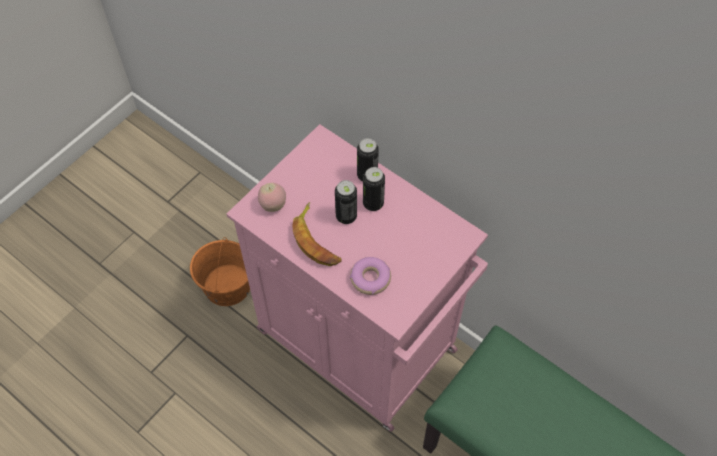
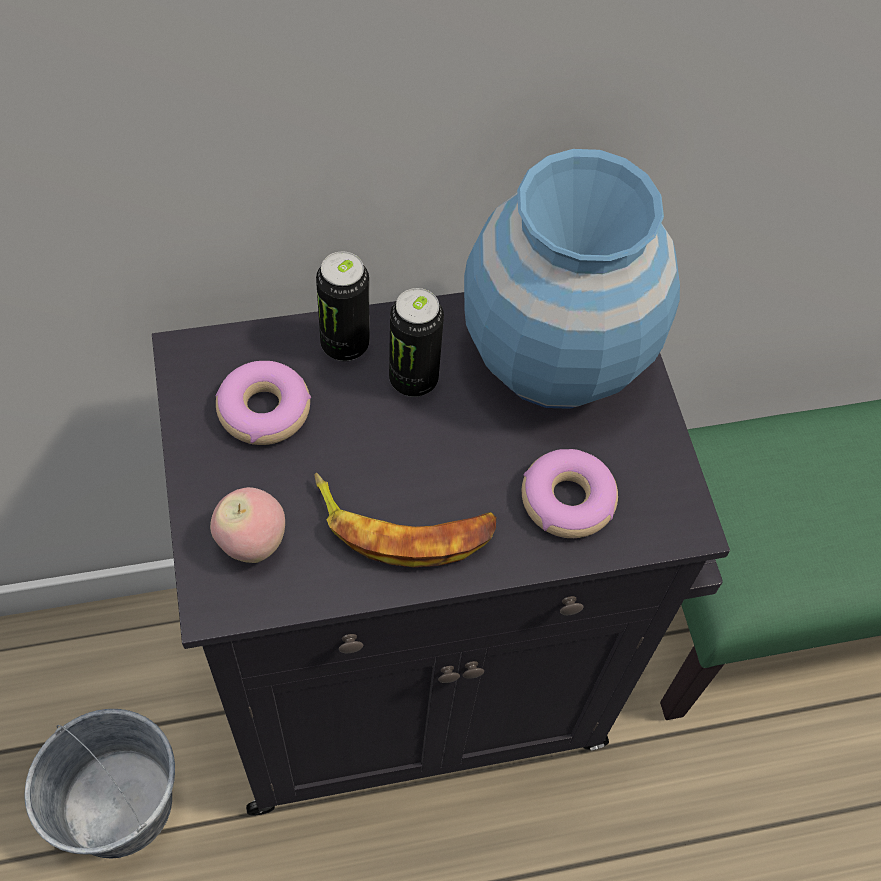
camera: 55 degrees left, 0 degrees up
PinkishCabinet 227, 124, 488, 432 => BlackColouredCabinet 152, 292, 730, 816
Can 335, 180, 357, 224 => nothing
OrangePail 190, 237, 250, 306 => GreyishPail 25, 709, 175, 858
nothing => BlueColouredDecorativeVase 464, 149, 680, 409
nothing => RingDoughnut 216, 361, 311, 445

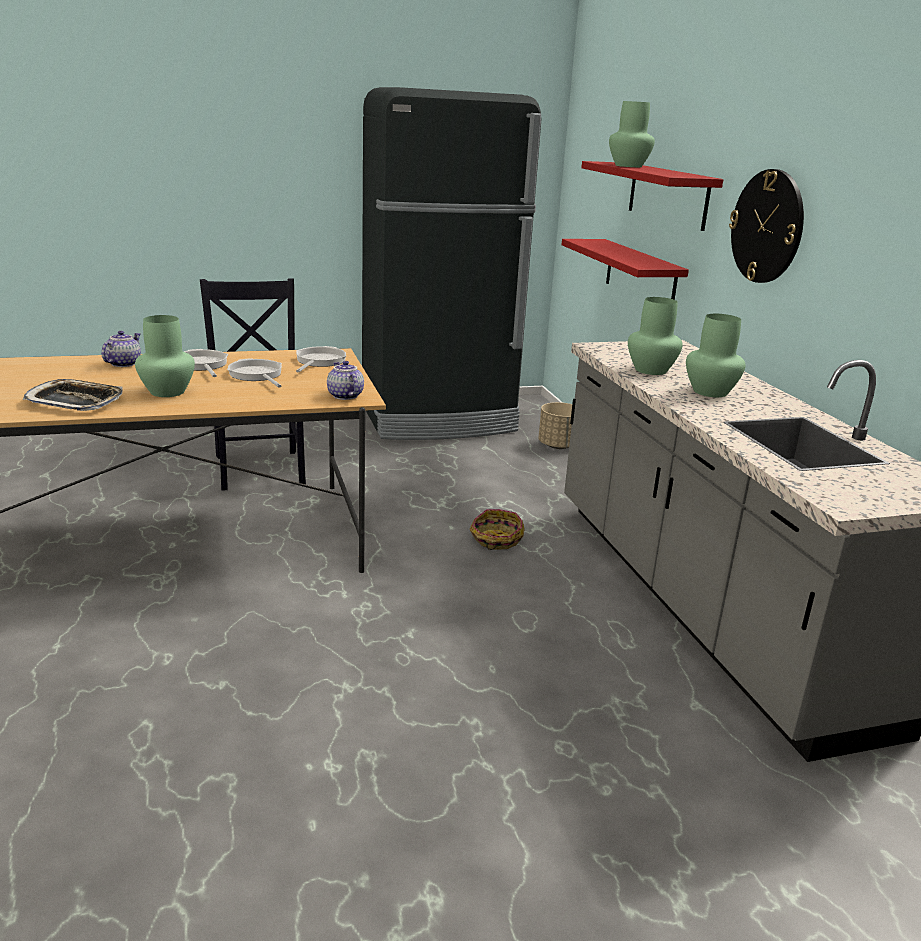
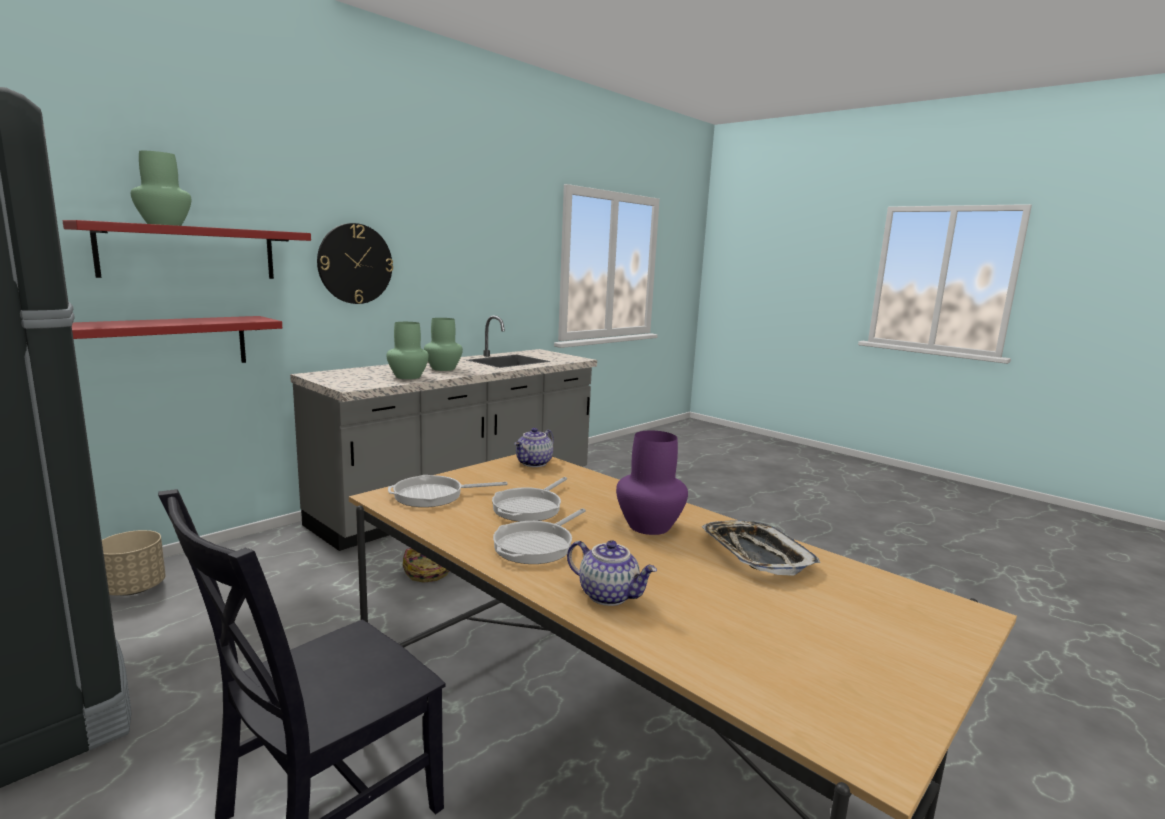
camera: 120 degrees left, 10 degrees down
GreenishDecorativeVase 135, 315, 195, 397 => PurpleDecorativeVase 616, 430, 688, 535
PotForTea 101, 331, 141, 367 => PotForTea 567, 540, 657, 606, 135 degrees counterclockwise

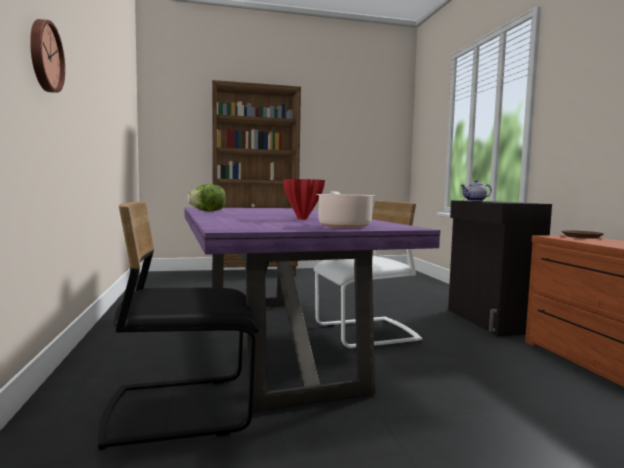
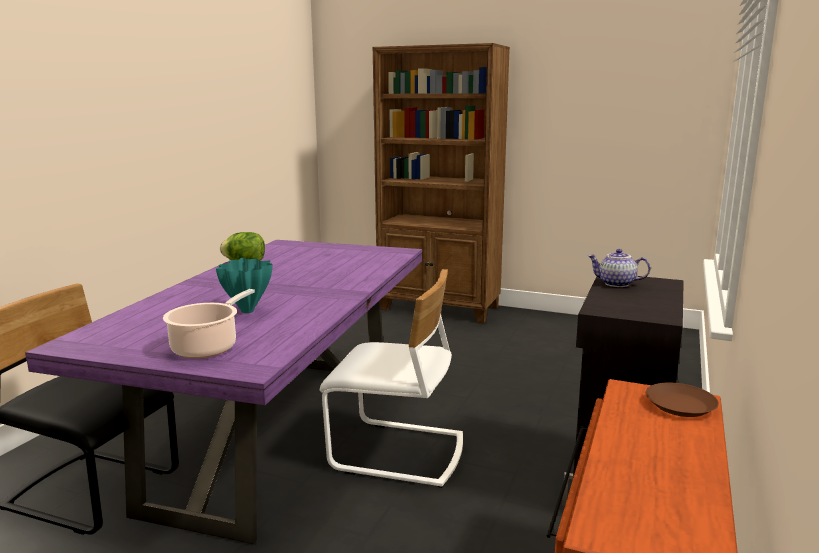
camera: 35 degrees right, 10 degrees up
ClockOnTheWall 30, 19, 65, 93 => nothing
ReddishDecorativeVase 283, 179, 325, 220 => BlueGreenDecorativeVase 216, 258, 273, 313

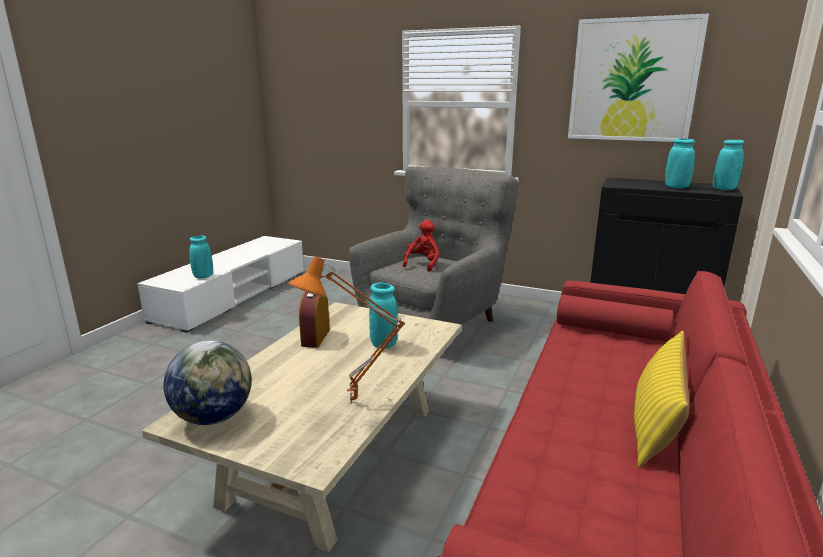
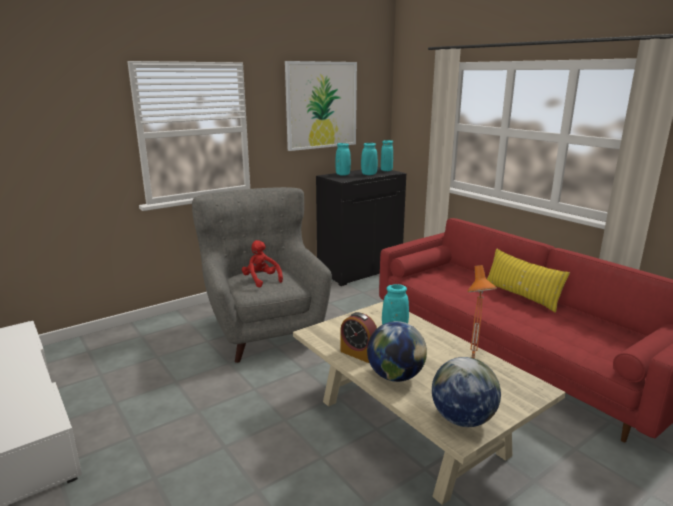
camera: 60 degrees left, 0 degrees up
BlueGreenDecorativeVase 189, 235, 213, 279 => BlueGreenDecorativeVase 335, 143, 351, 176, shifted
nothing => Globe 367, 321, 427, 382

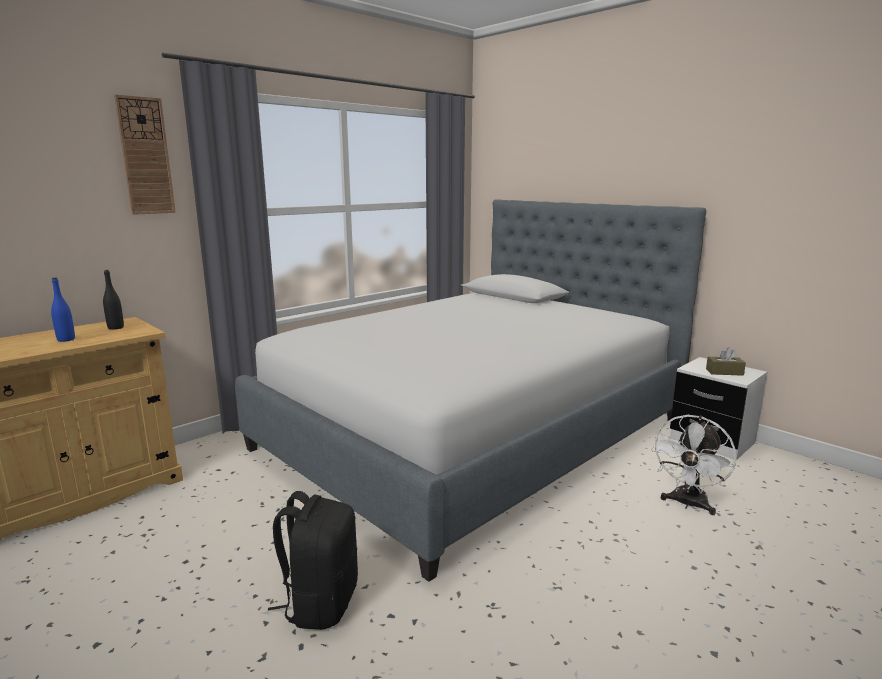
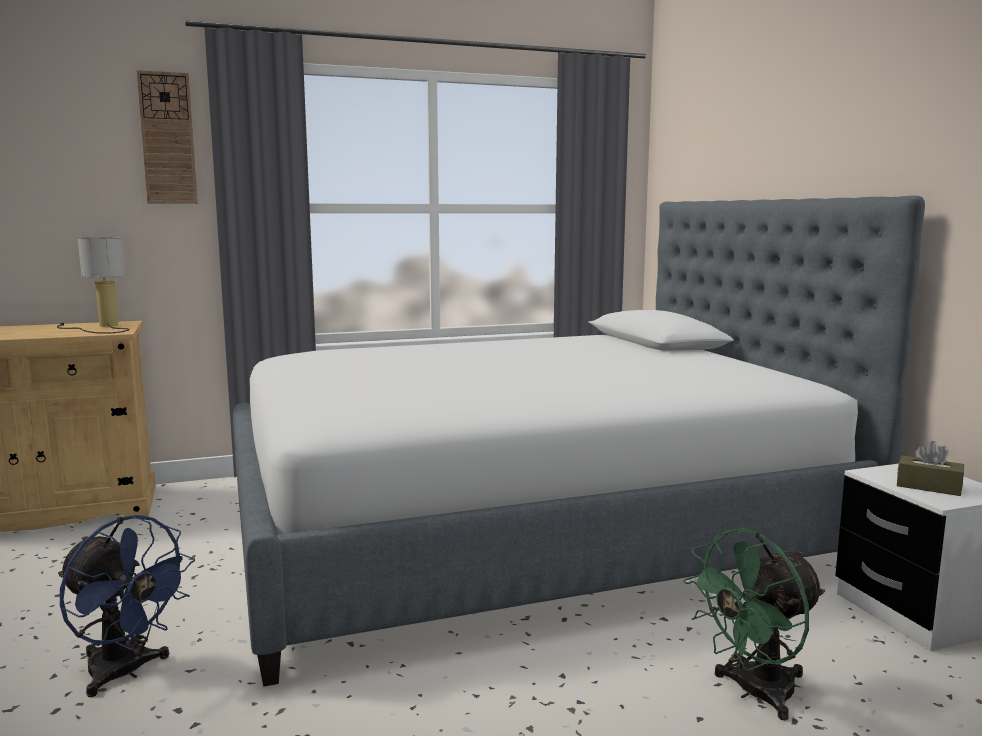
camera: 25 degrees right, 5 degrees down
BlackColouredBeverageBottle 103, 270, 124, 330 => LampForATable 57, 237, 130, 334
BlueColouredBeverageBottle 51, 277, 75, 342 => nothing
WhiteColouredFan 651, 415, 736, 515 => GreenishFan 684, 528, 825, 721
BlackColouredRucksack 268, 491, 358, 630 => BlueColouredFan 58, 515, 195, 697

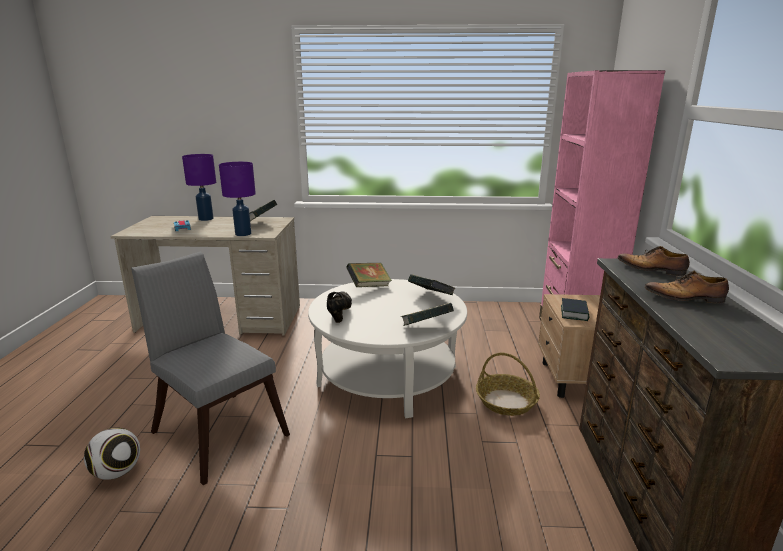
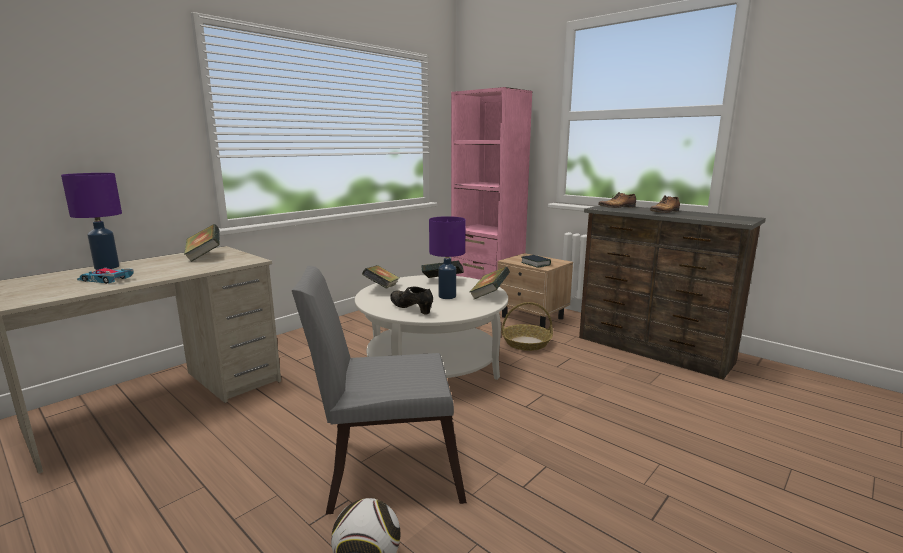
camera: 50 degrees left, 5 degrees down
PurpleLampForATable 219, 162, 256, 236 => PurpleLampForATable 429, 216, 466, 299, shifted

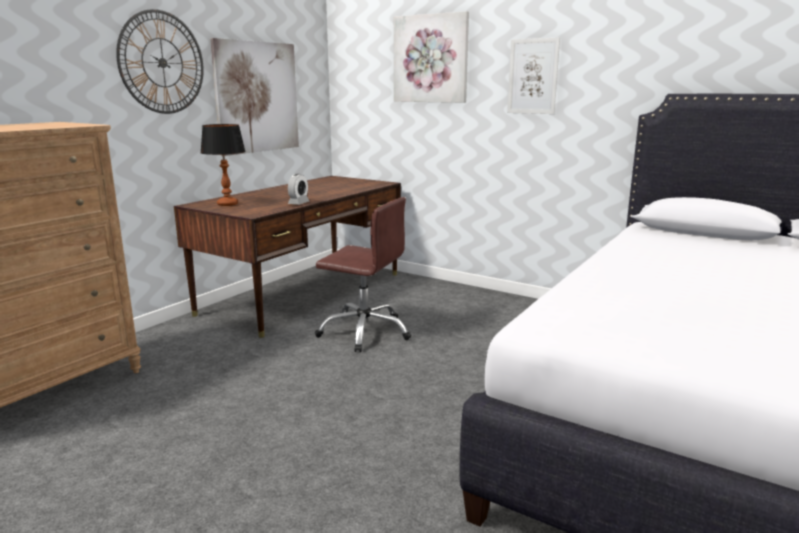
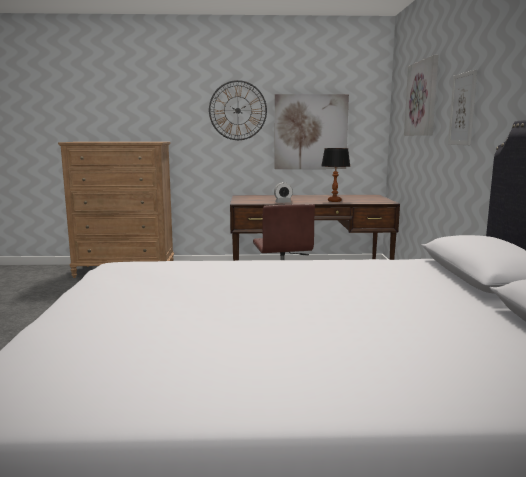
camera: 55 degrees right, 5 degrees down
LampForATable 200, 124, 246, 206 => LampForATable 321, 148, 350, 202, shifted

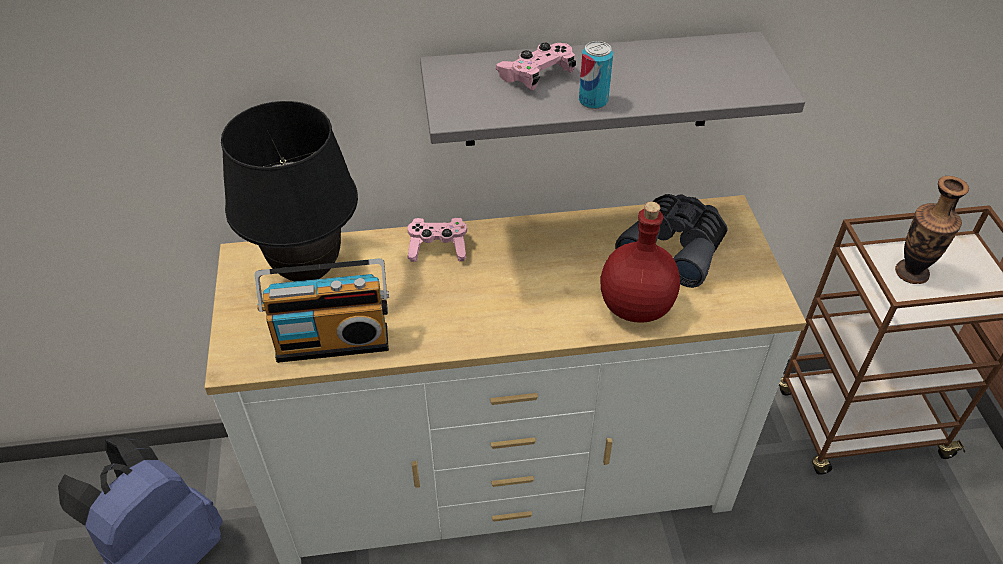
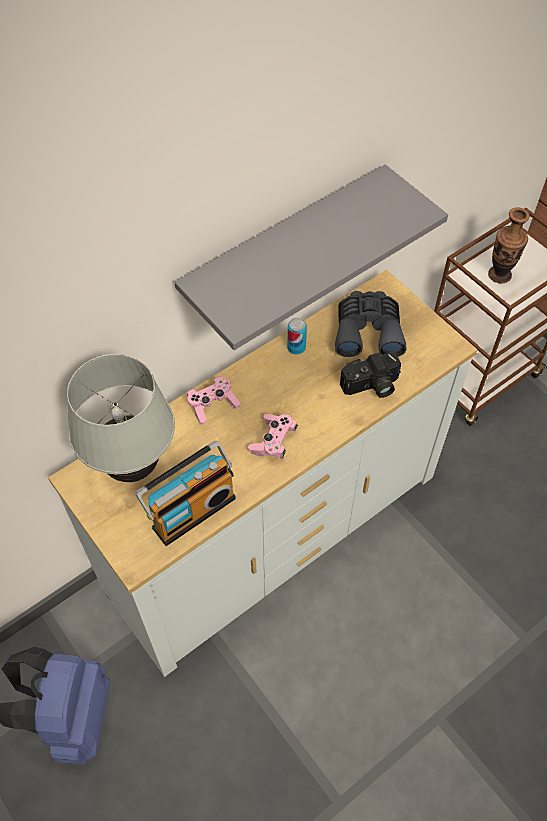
camera: 30 degrees left, 10 degrees up
Can 579, 41, 613, 109 => Can 287, 318, 307, 355, shifted
PinkishJoypad 496, 42, 576, 91 => PinkishJoypad 248, 414, 298, 459, shifted
BlackColouredLampForATable 221, 101, 358, 282 => WhiteColouredLampForATable 67, 354, 175, 482
ReddishBeverageBottle 601, 202, 680, 323 => PhotoCamera 340, 353, 401, 398

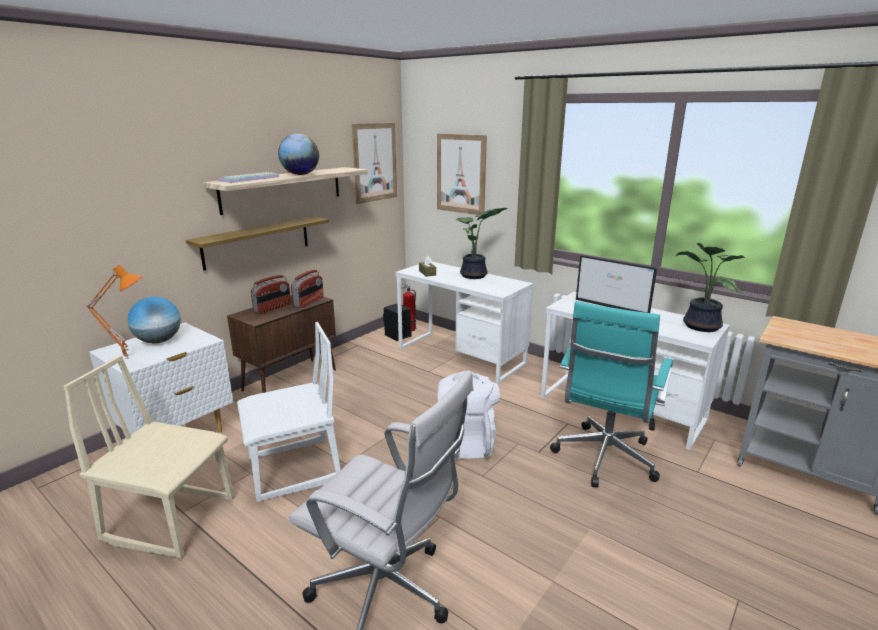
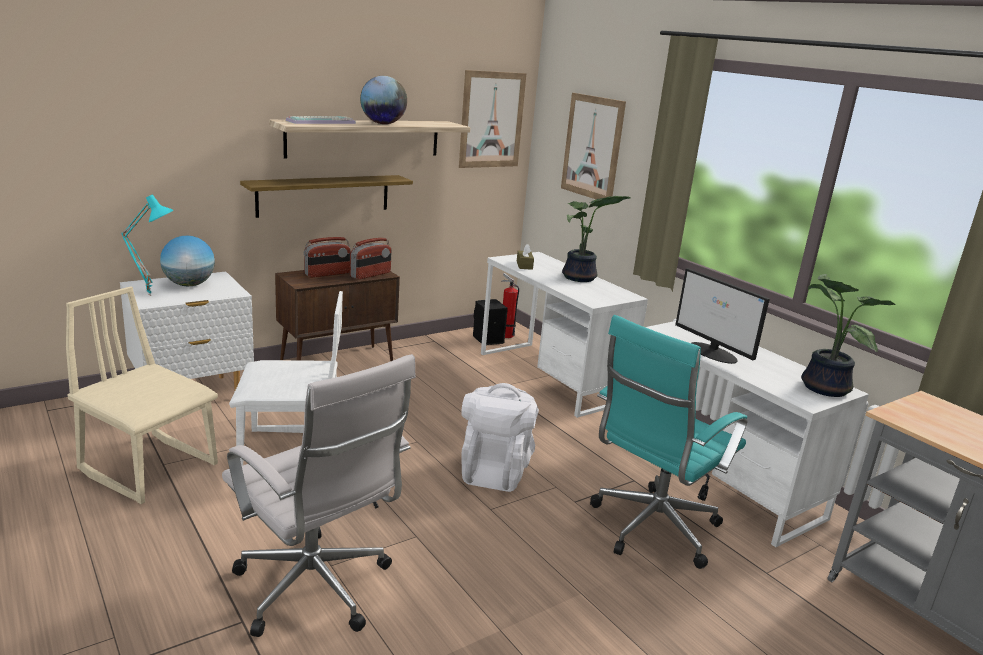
camera: 15 degrees right, 0 degrees up
OrangeLampForATable 86, 265, 142, 359 => BlueGreenLampForATable 121, 194, 174, 296

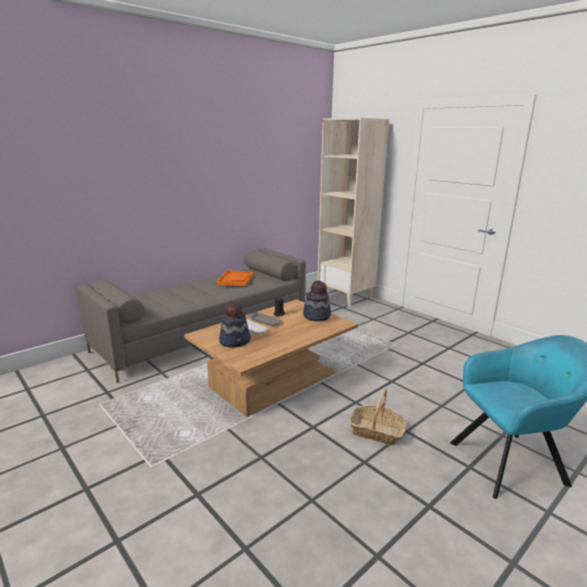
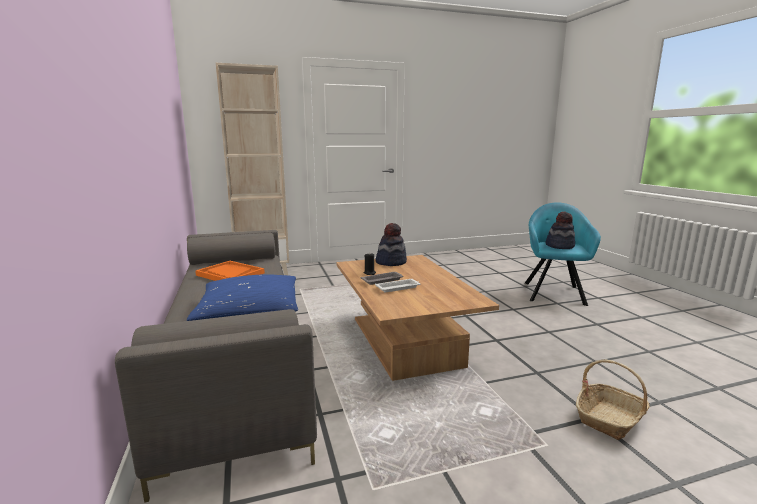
camera: 65 degrees left, 5 degrees down
WearableHat 219, 301, 251, 348 => WearableHat 546, 211, 575, 249, shifted
HouseholdBasket 349, 388, 406, 445 => HouseholdBasket 576, 359, 650, 440, shifted
nothing => BlueColouredPillow 187, 274, 298, 321

